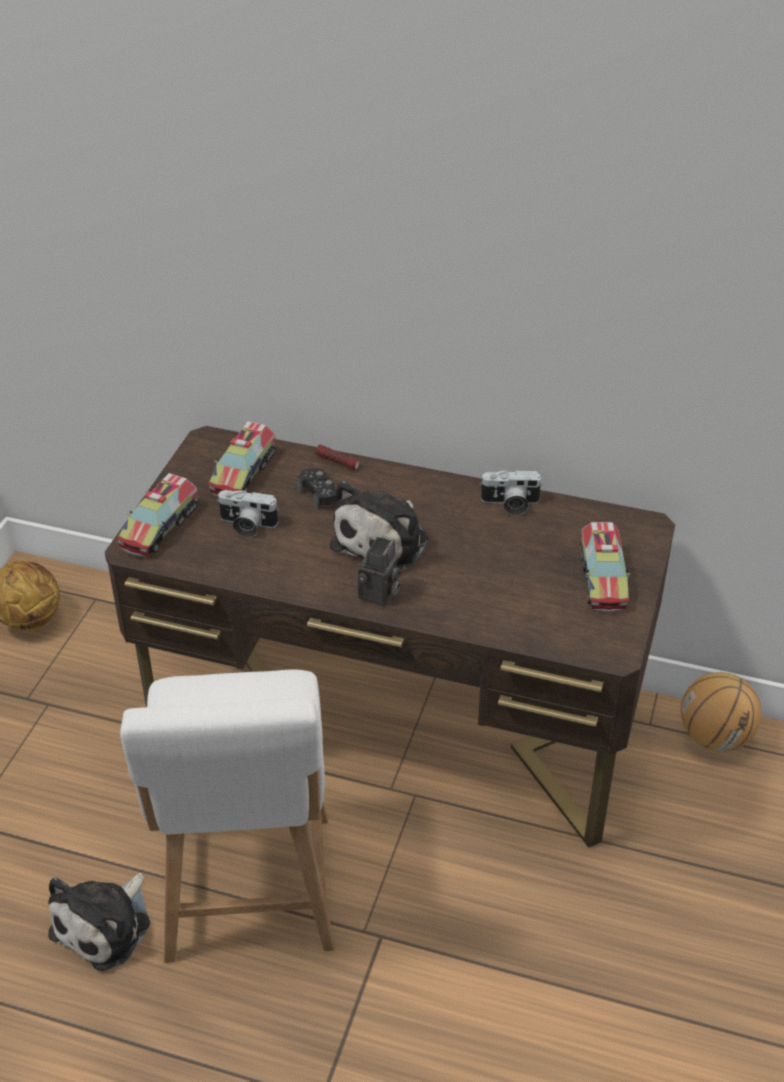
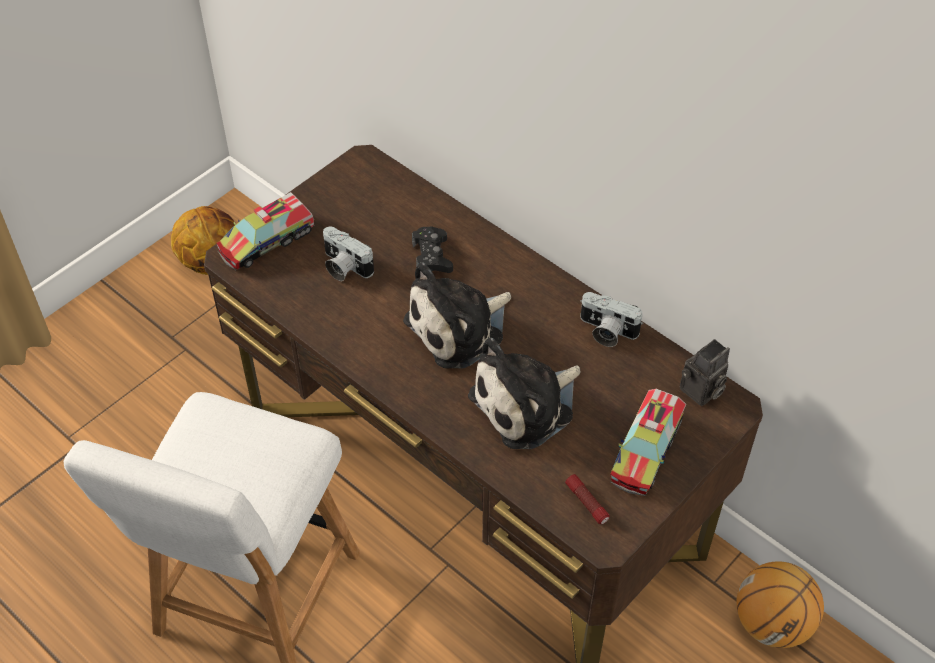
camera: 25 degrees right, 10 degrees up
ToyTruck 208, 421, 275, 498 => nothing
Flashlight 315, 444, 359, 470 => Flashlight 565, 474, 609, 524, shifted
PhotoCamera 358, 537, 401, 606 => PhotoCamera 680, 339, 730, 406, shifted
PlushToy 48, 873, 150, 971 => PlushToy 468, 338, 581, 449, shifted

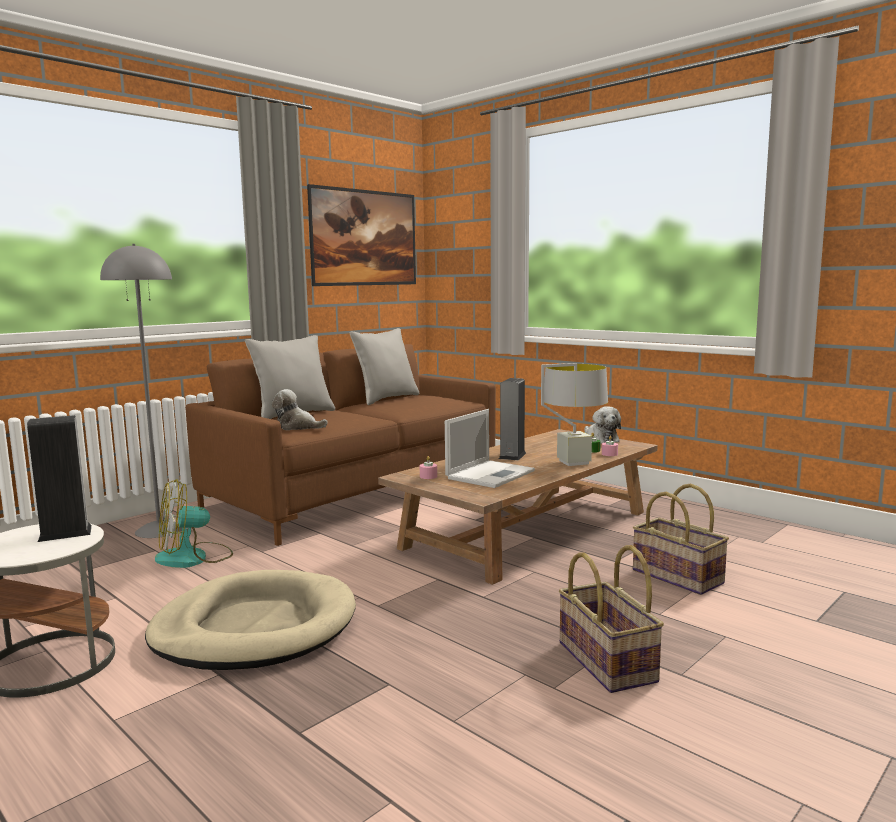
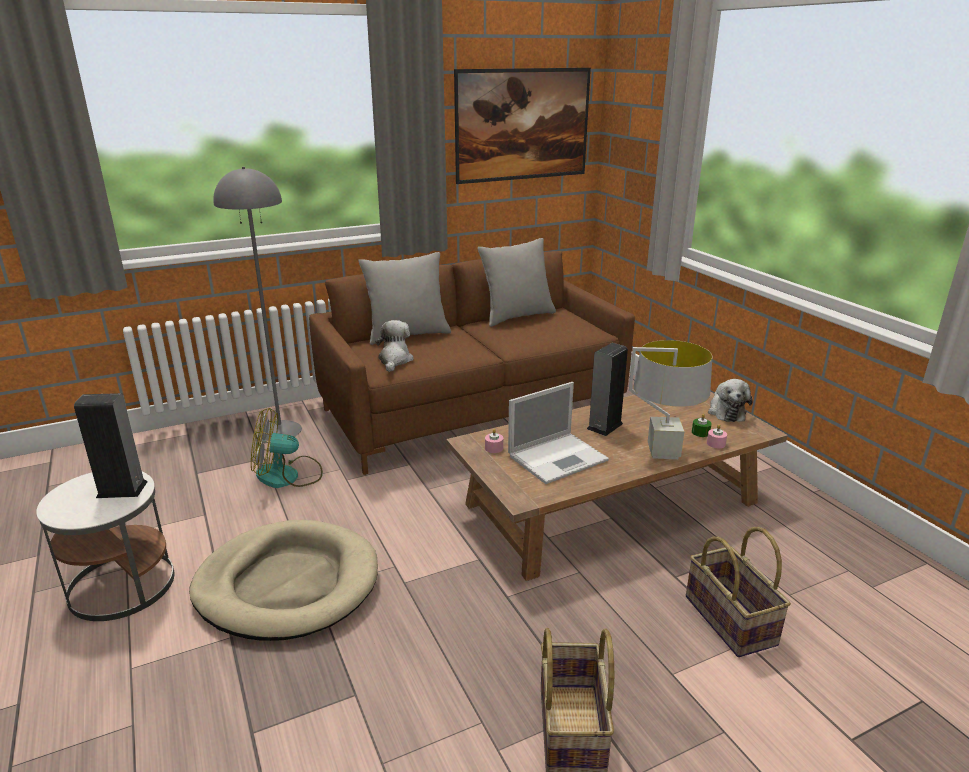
camera: 20 degrees right, 15 degrees up
PlushToy 272, 389, 328, 430 => PlushToy 375, 320, 414, 372, 60 degrees clockwise

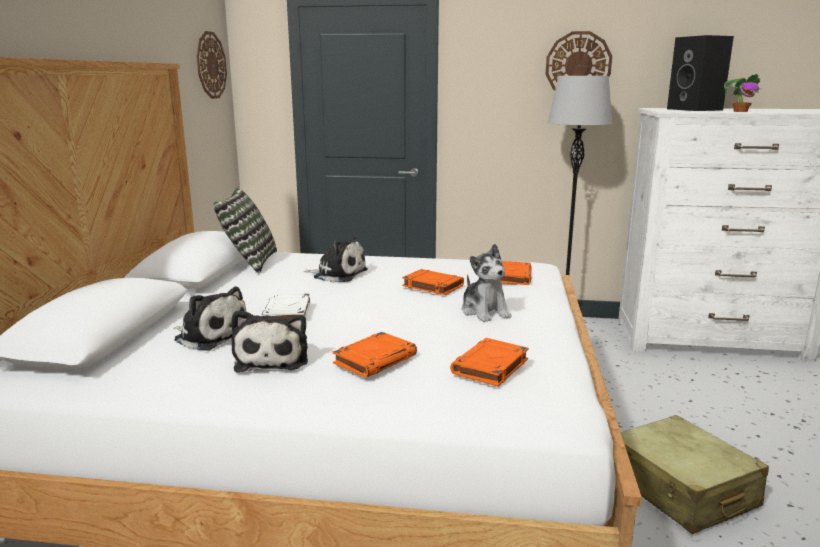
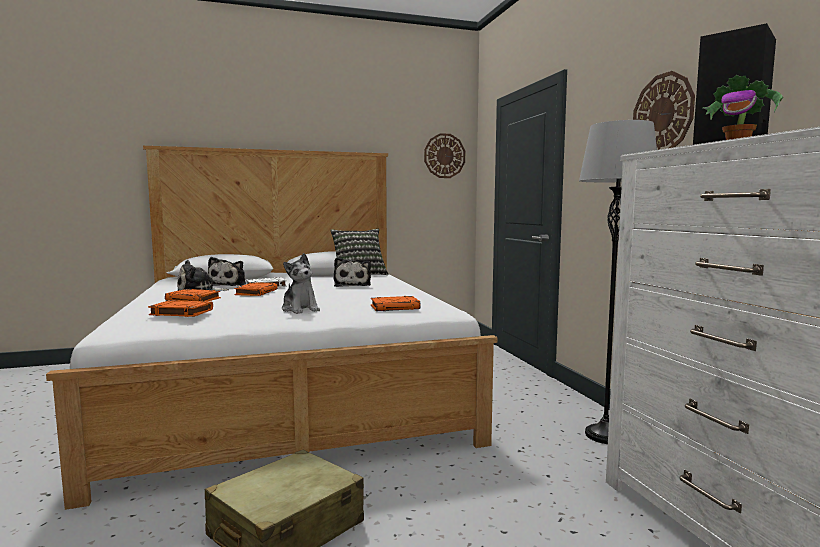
camera: 65 degrees right, 10 degrees down
PlushToy 462, 244, 512, 322 => PlushToy 282, 253, 320, 314, 75 degrees counterclockwise
OrangeVolume 402, 269, 464, 295 => OrangeVolume 234, 282, 278, 296, shifted

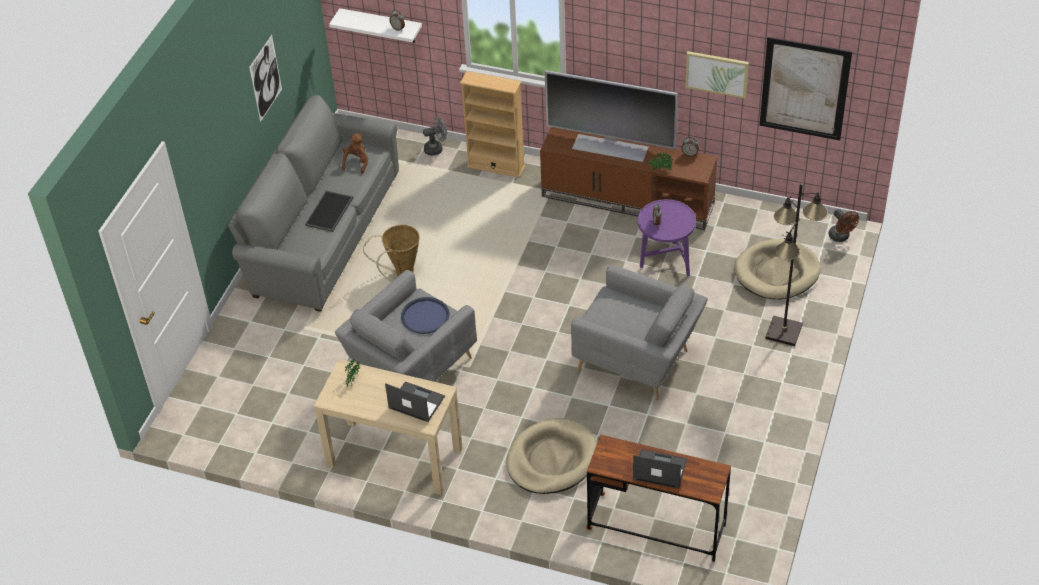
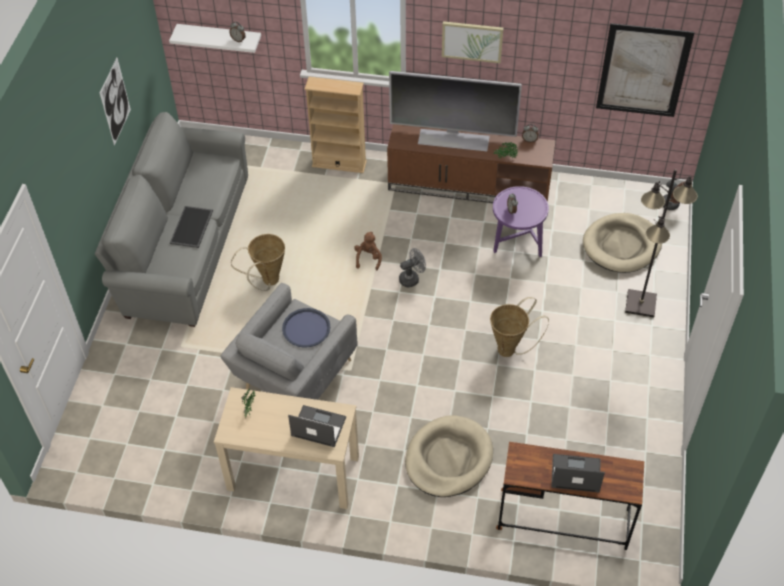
camera: 10 degrees left, 5 degrees up
WallArt 685, 51, 749, 99 => WallArt 442, 21, 503, 63, shifted
GreyishFan 423, 117, 447, 156 => GreyishFan 399, 248, 426, 287, shifted
BrownishPlushToy 342, 133, 368, 174 => BrownishPlushToy 354, 232, 382, 270, shifted
GreyishEasyChair 571, 265, 708, 400 => HouseholdBasket 490, 297, 549, 357

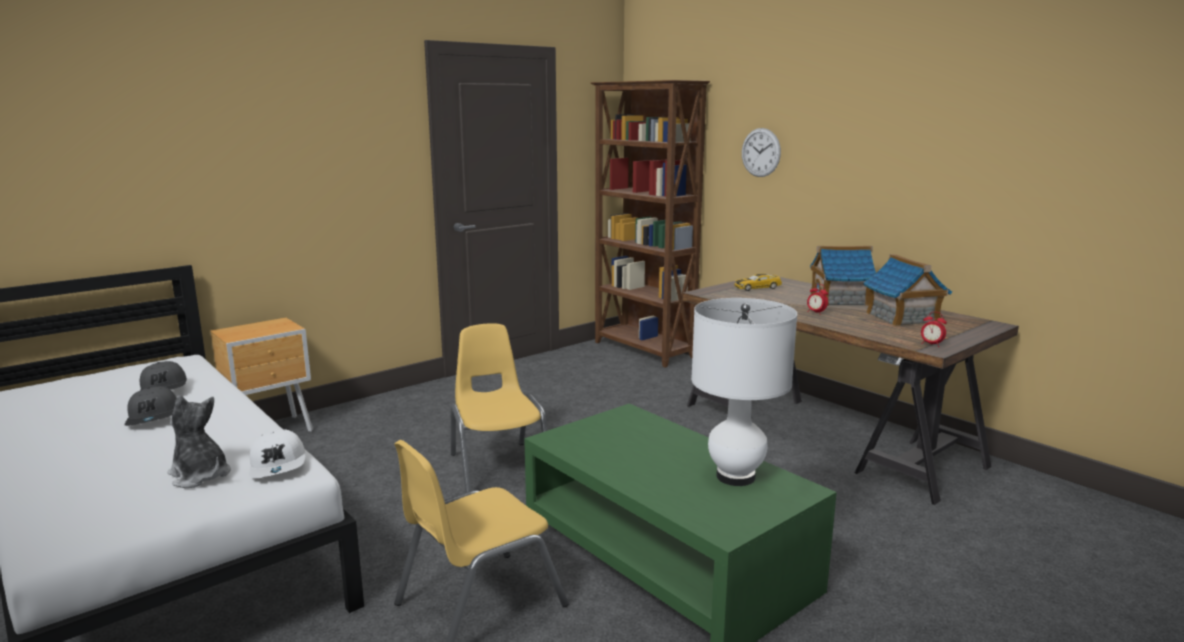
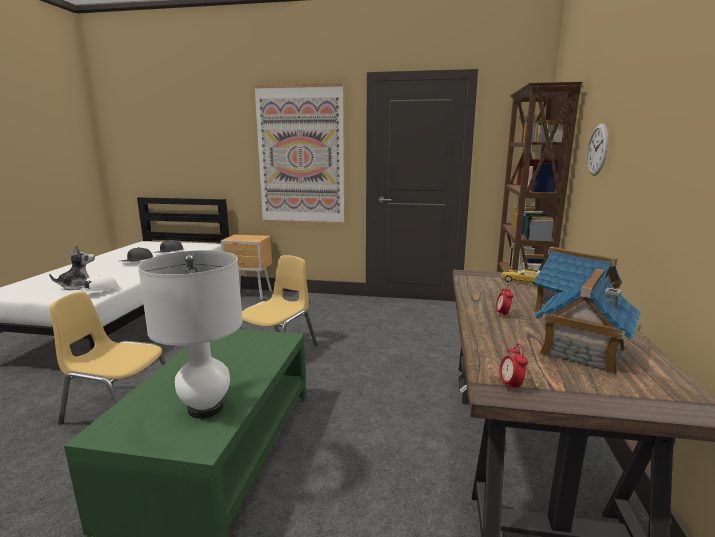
camera: 50 degrees right, 0 degrees up
PlushToy 168, 395, 231, 488 => PlushToy 49, 245, 95, 290, 60 degrees clockwise
nothing => WallArt 254, 83, 344, 225

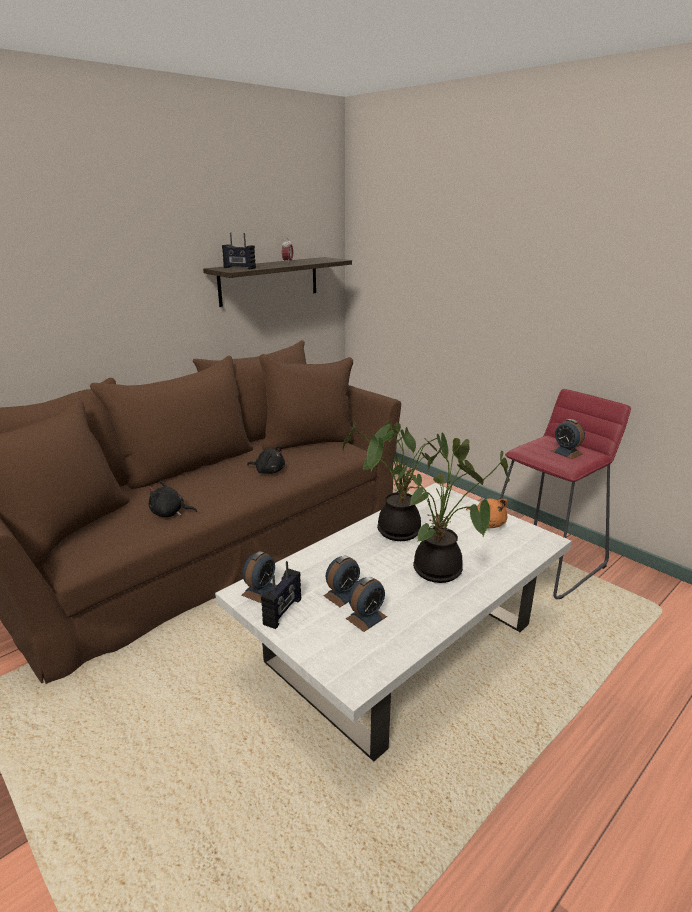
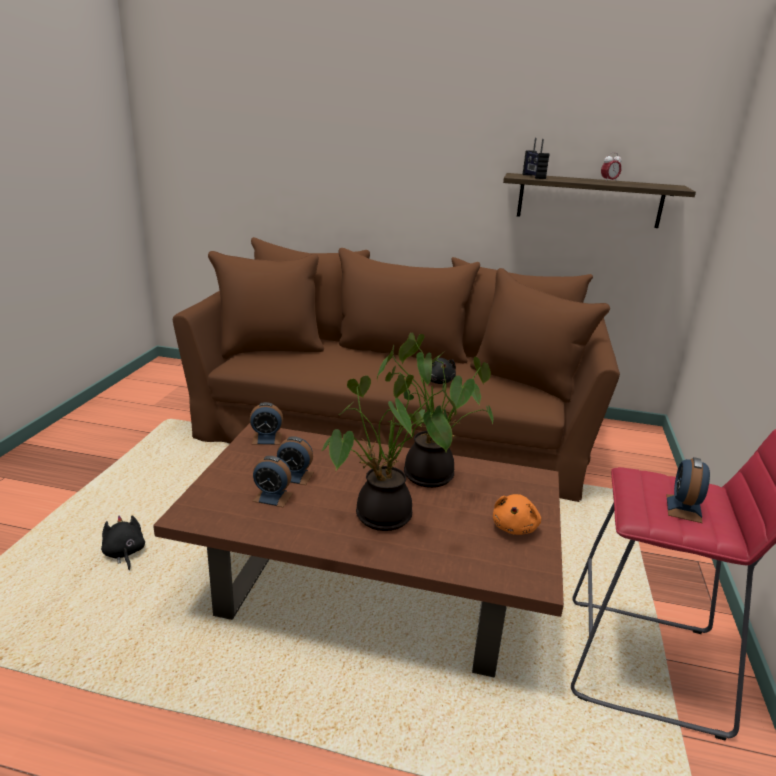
camera: 55 degrees right, 0 degrees up
BlackColouredPlushToy 149, 481, 197, 517 => BlackColouredPlushToy 101, 515, 145, 570, shifted
WhiteColouredCoffeeTable 215, 483, 571, 762 => BrownishCoffeeTable 153, 423, 564, 678
RadioSet 261, 561, 301, 629 => nothing

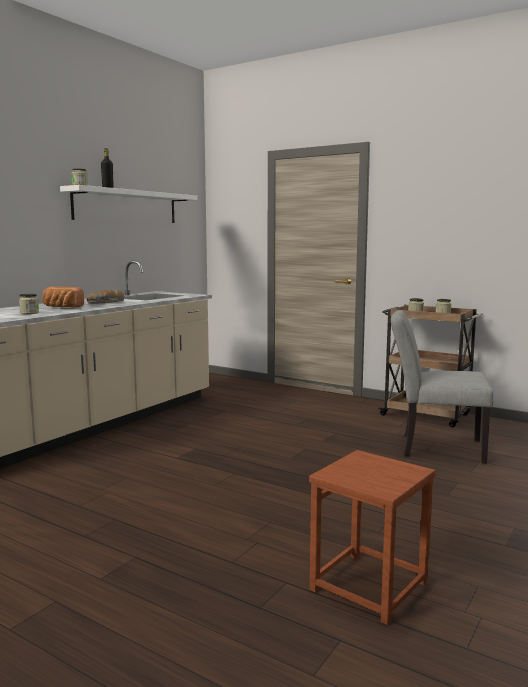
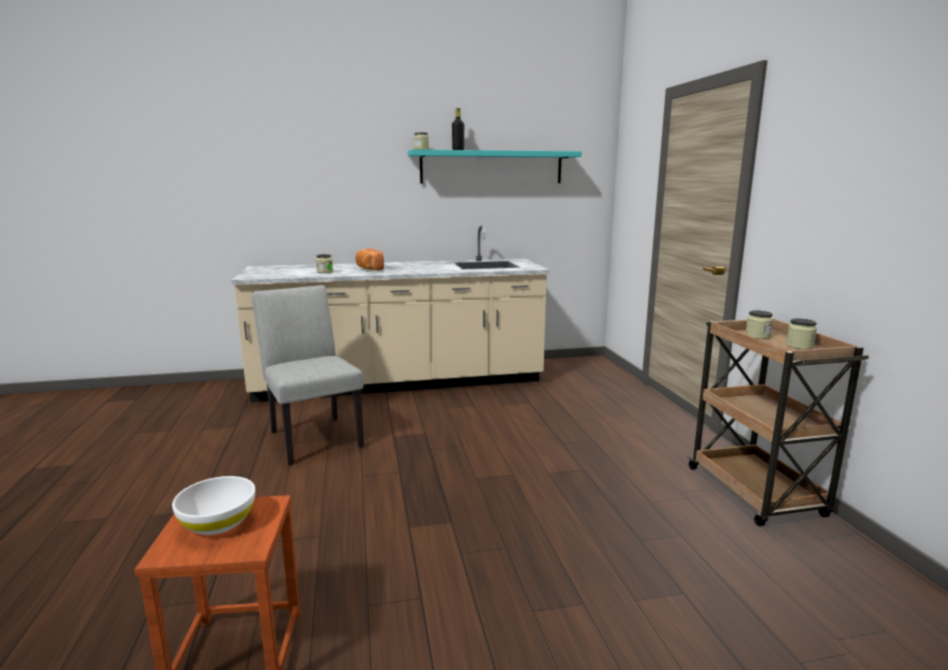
camera: 45 degrees right, 5 degrees up
WhiteColouredShelf 60, 185, 197, 223 => BlueGreenShelf 408, 149, 582, 183
BakedBread 86, 290, 125, 304 => nothing
GreyishPlainChair 391, 310, 493, 464 => GreyishPlainChair 252, 285, 364, 465, shifted
nothing => WhiteColouredServingBowl 172, 476, 255, 535

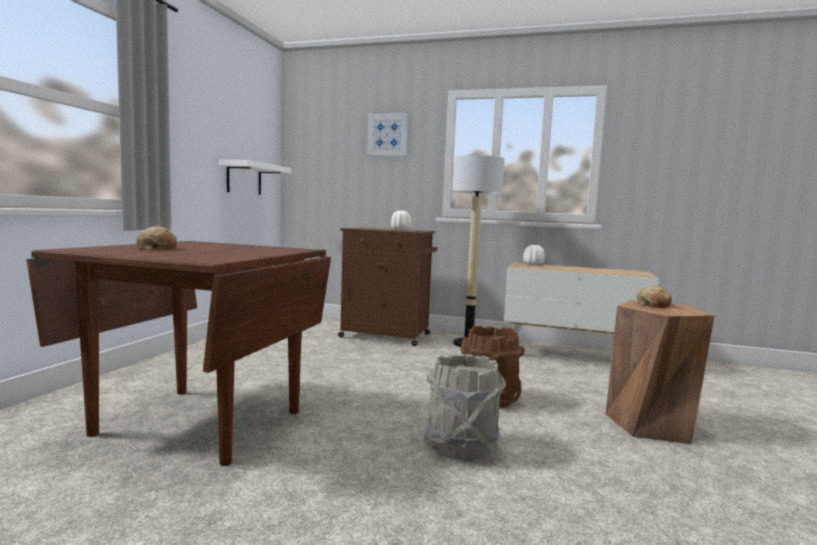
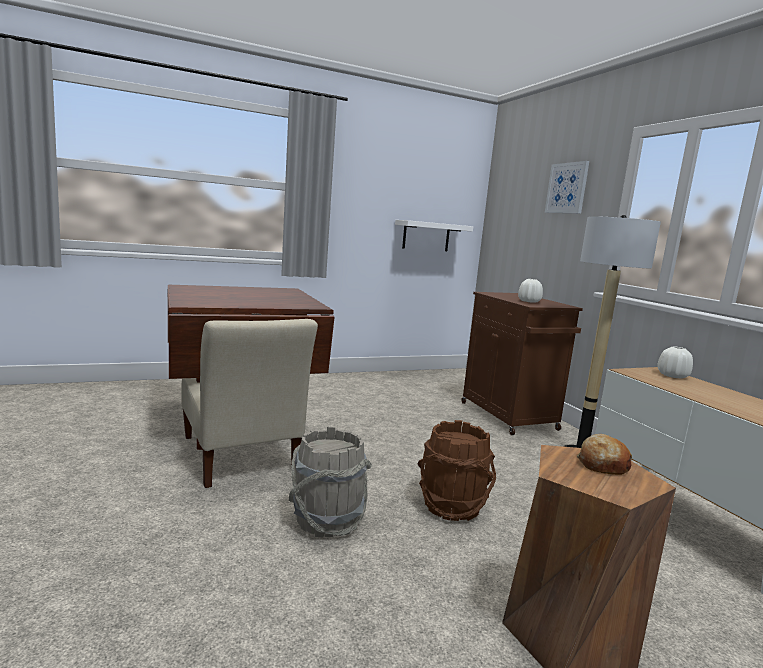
camera: 50 degrees right, 5 degrees up
BakedBread 136, 226, 177, 250 => nothing
nothing => BeigeColouredPlainChair 182, 319, 318, 488

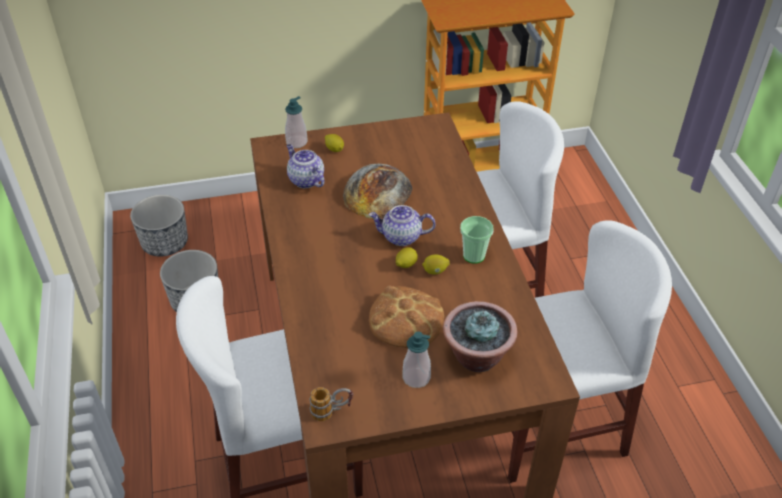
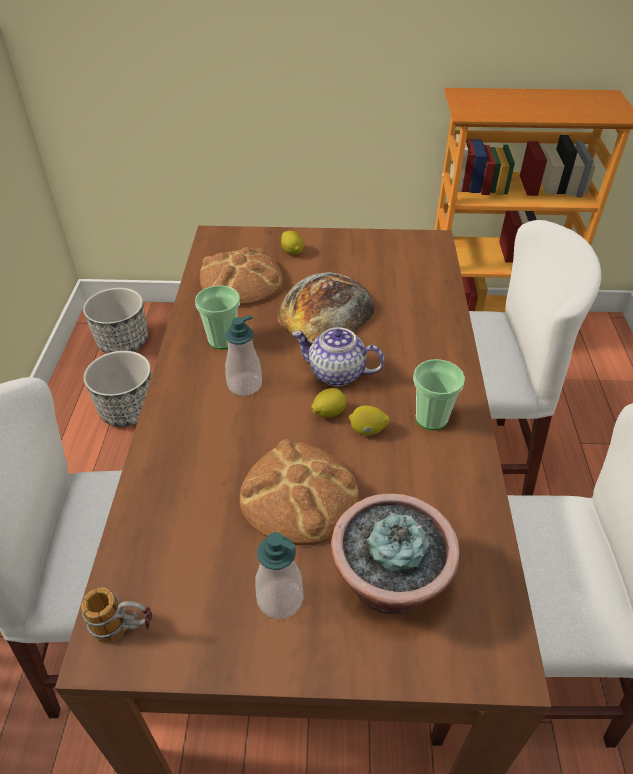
camera: 15 degrees right, 0 degrees up
SoapBottle 285, 96, 308, 148 => SoapBottle 225, 315, 262, 396, shifted
PotForTea 287, 144, 325, 188 => BakedBread 200, 247, 283, 306
nothing => SmallCup 195, 285, 240, 350

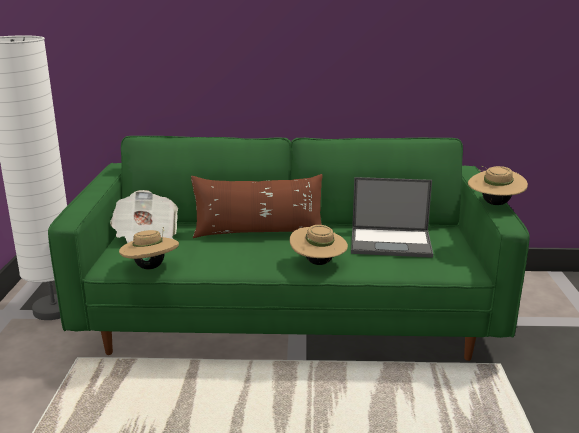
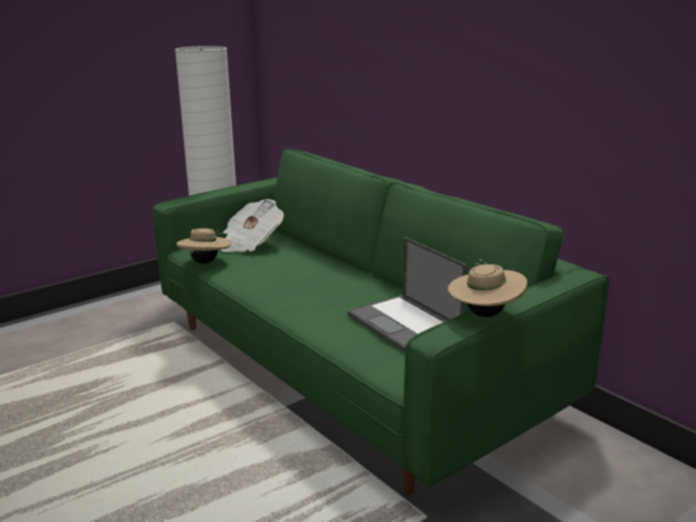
camera: 50 degrees right, 0 degrees up
BrownishPillow 191, 174, 322, 238 => nothing
BeigeColouredWearableHat 290, 225, 348, 265 => nothing

